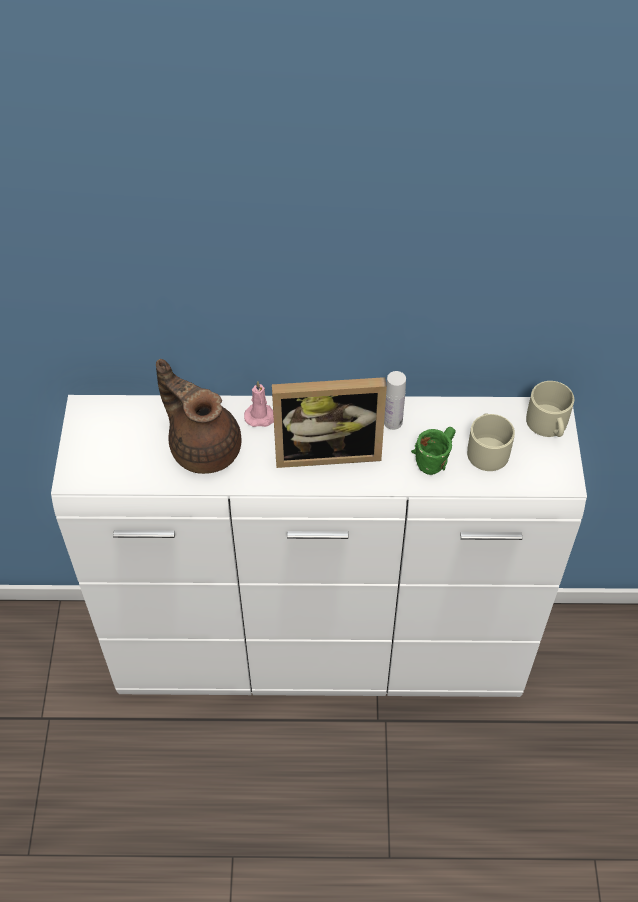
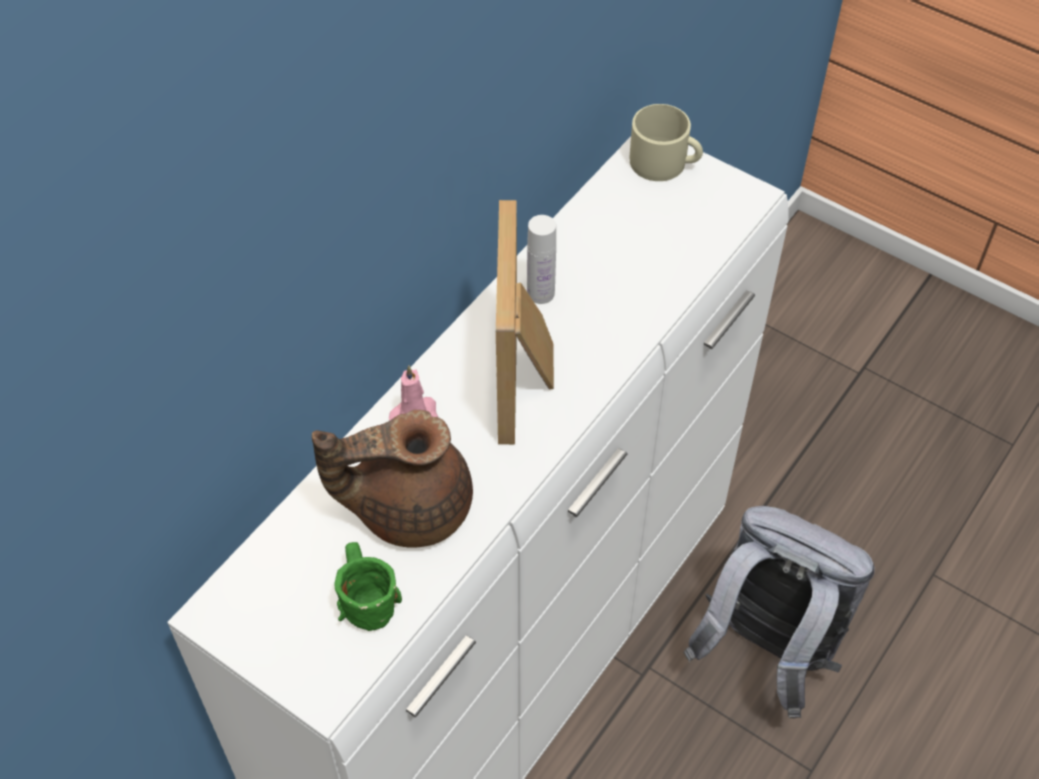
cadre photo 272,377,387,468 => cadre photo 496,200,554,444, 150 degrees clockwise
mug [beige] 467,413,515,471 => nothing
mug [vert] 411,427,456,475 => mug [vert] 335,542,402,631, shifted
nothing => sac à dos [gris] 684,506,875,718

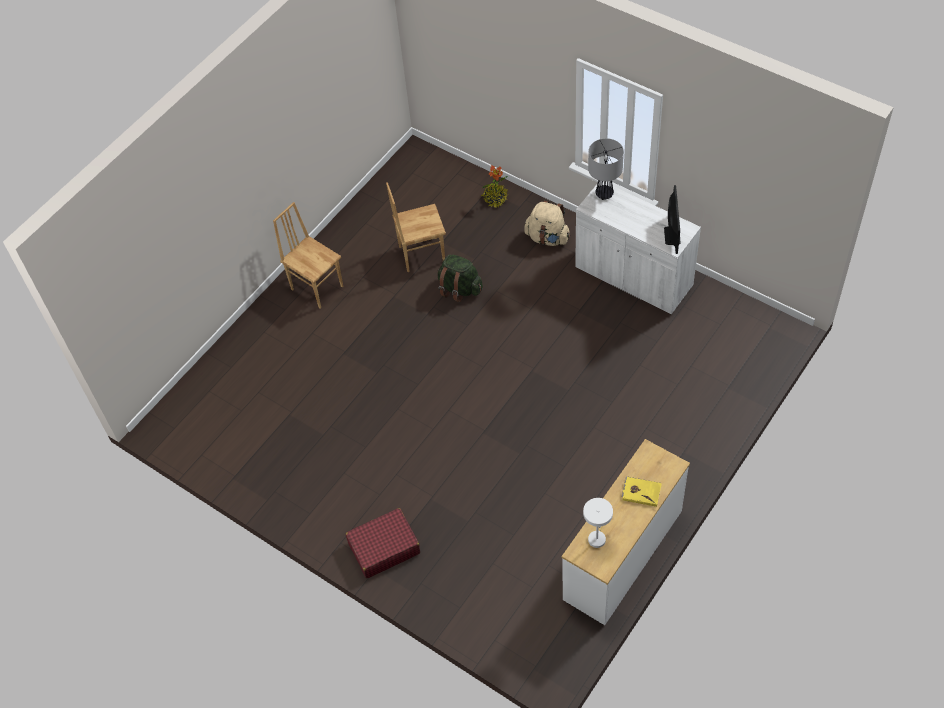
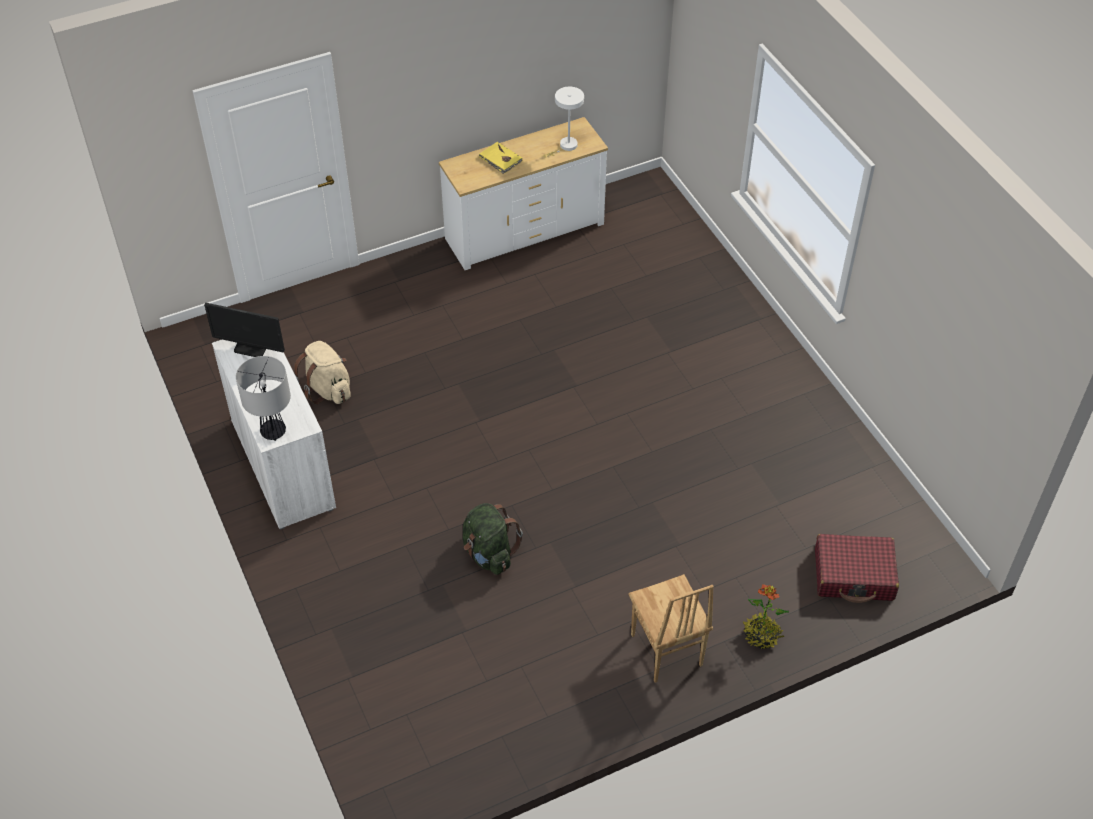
plante en pot 481,165,508,208 => plante en pot 743,584,789,649, shifted
chaise [marron] 386,182,446,272 => nothing
écran d'ordinateur 664,185,681,254 => écran d'ordinateur 204,303,285,357, 105 degrees counterclockwise
sac à dos [beige] 524,200,570,246 => sac à dos [beige] 294,341,351,404, shifted
valise [rouge] 345,508,420,578 => valise [rouge] 815,534,899,603, shifted

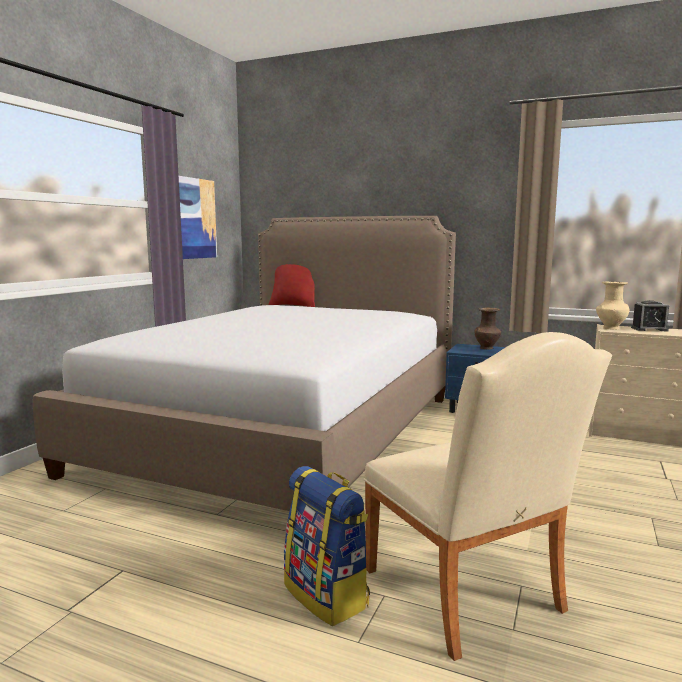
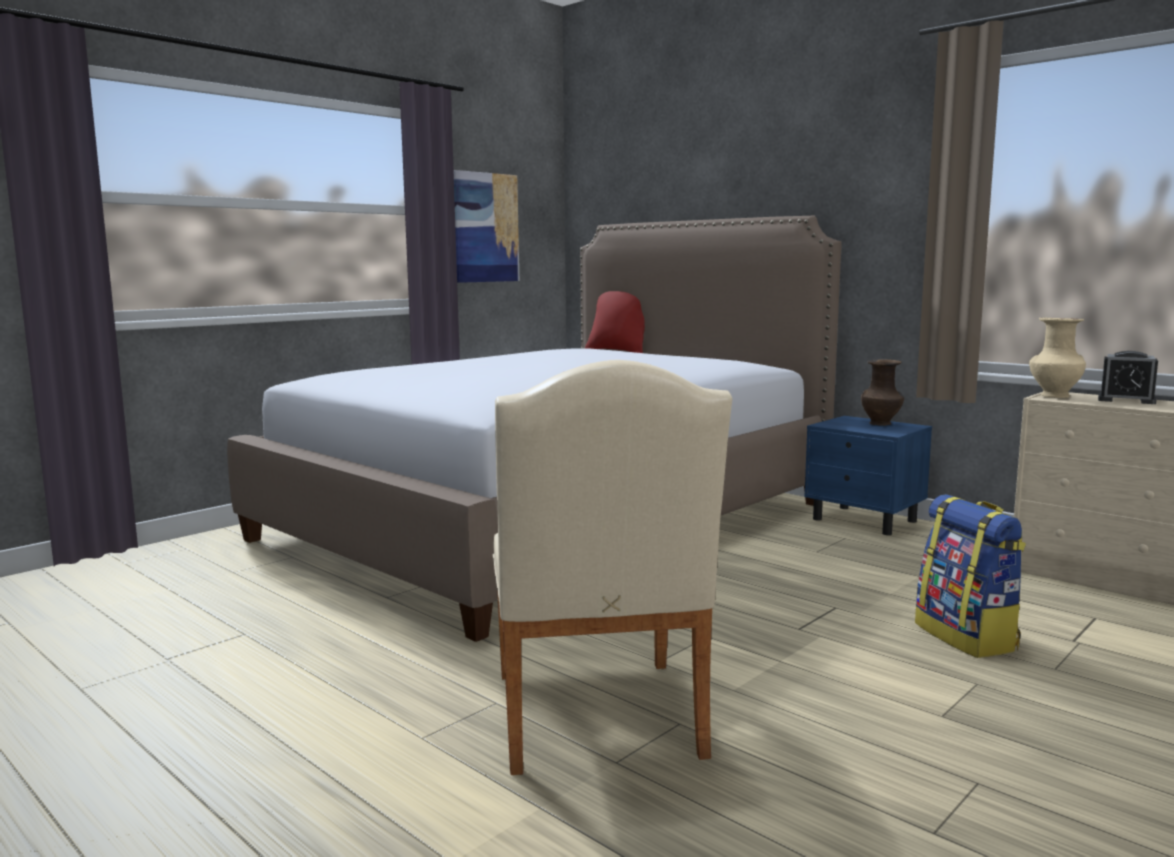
sac à dos 284,466,370,626 => sac à dos 915,494,1026,658, shifted

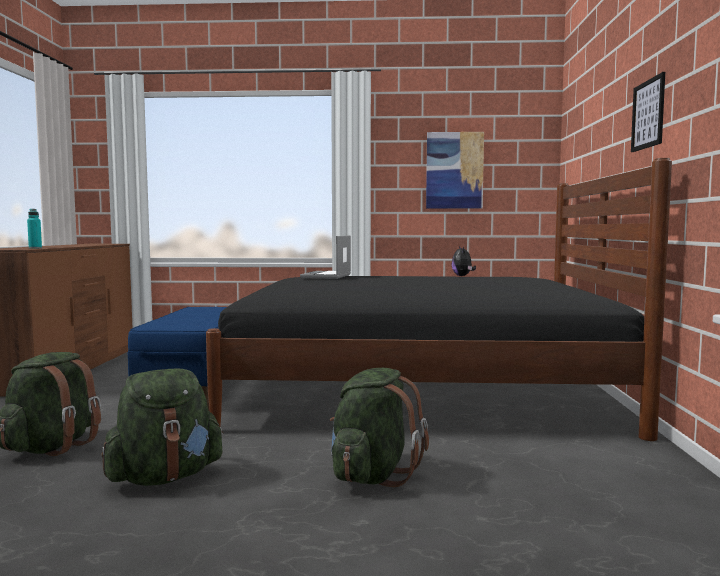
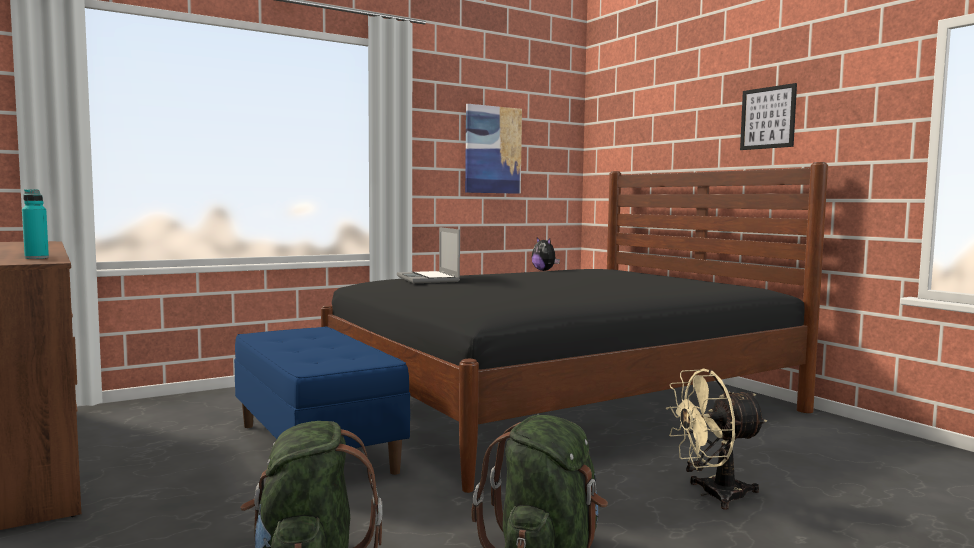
sac à dos [vert] 330,368,429,487 => ventilateur [beige] 665,369,767,510

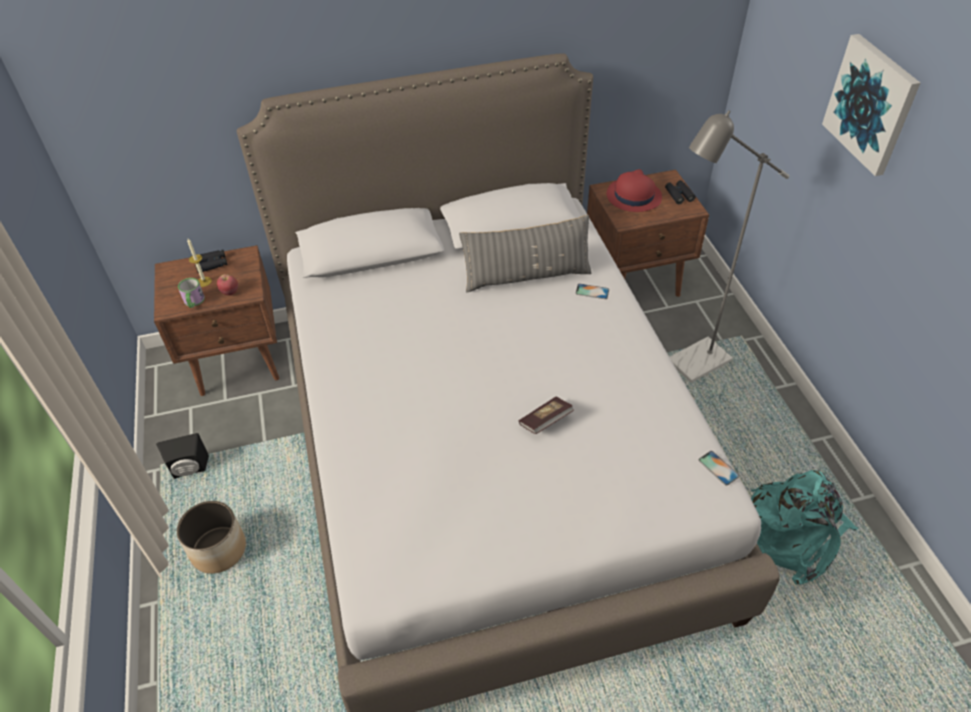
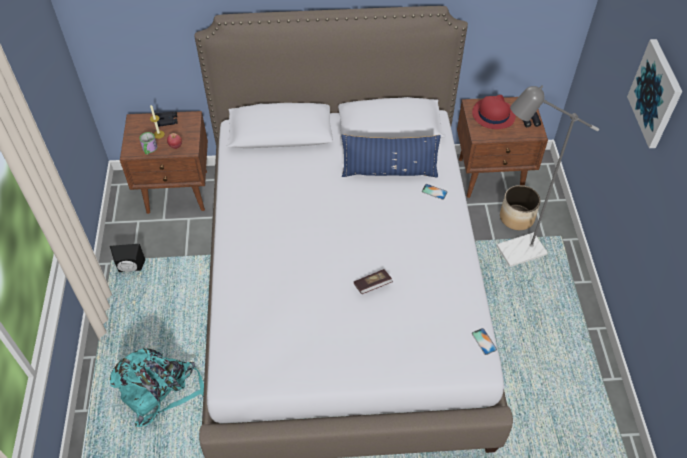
coussin [gris] 459,215,591,292 => coussin [bleu] 342,134,441,177
sac à dos [turquoise] 751,470,858,584 => sac à dos [turquoise] 110,348,204,427, shifted
cache-pot 177,501,246,574 => cache-pot 500,185,541,230, shifted

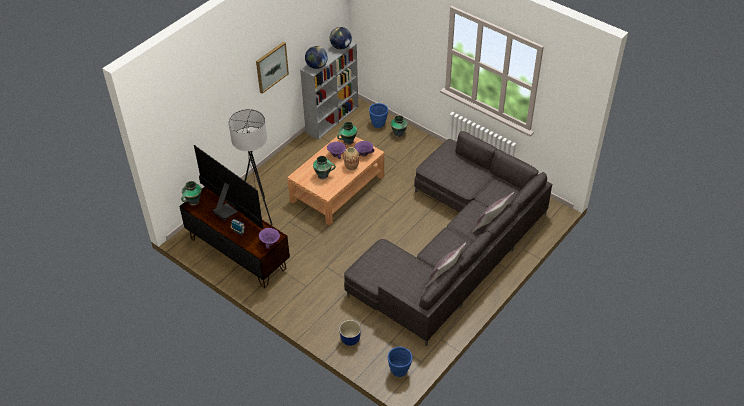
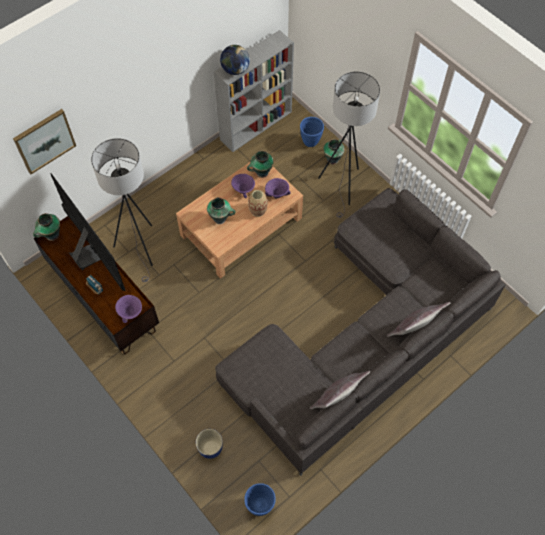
globe 330,27,352,49 => nothing
tableau 256,42,289,94 => tableau 13,109,76,174, shifted
nothing => lampadaire [gris] 318,72,380,218

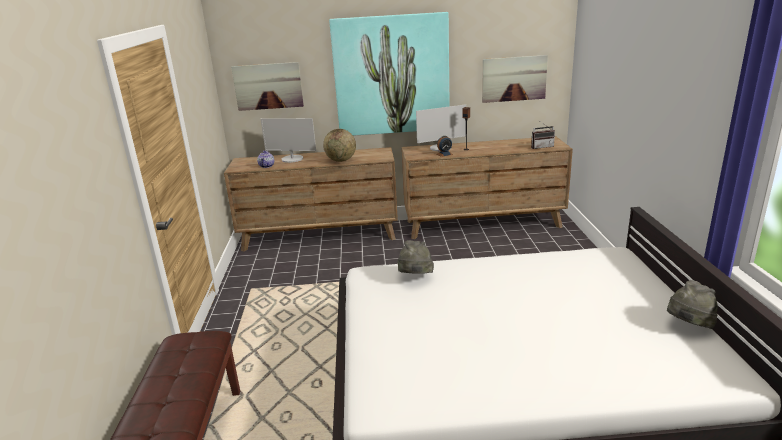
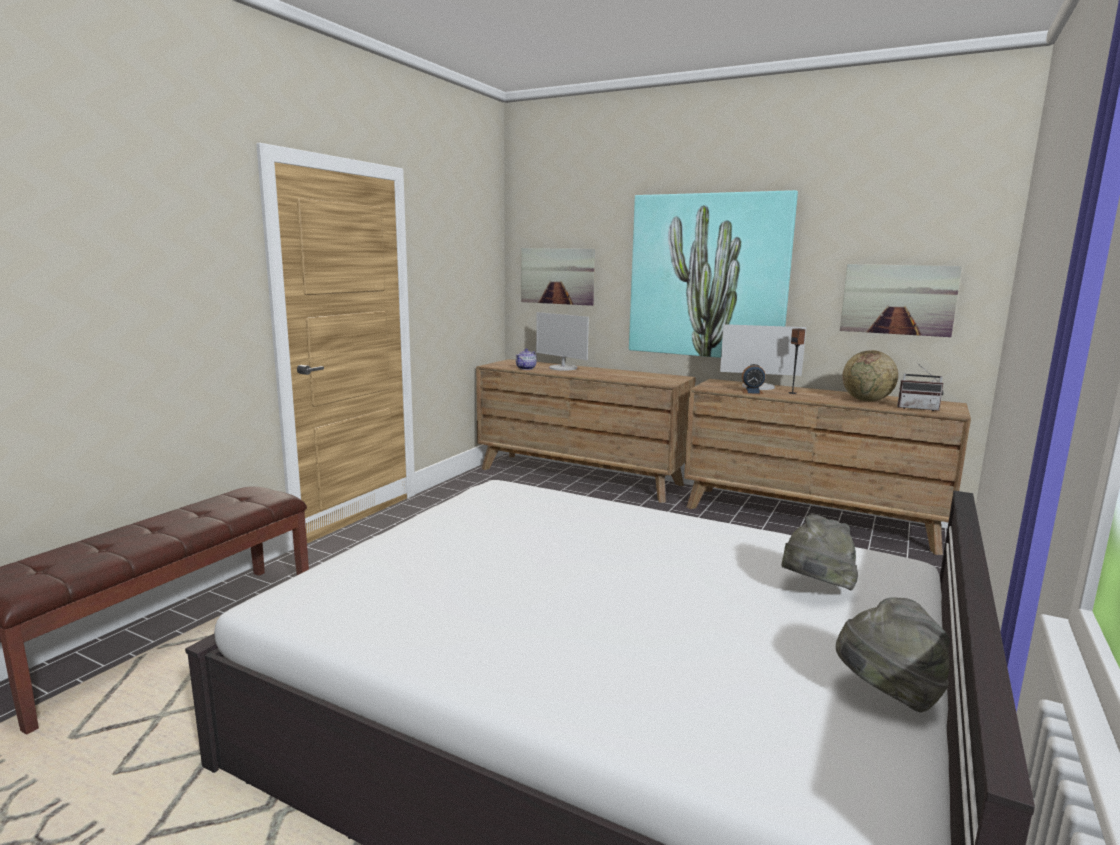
globe 323,129,356,162 => globe 842,350,898,401, shifted
chapeau [gris] 398,240,434,274 => chapeau [gris] 781,514,858,590, shifted

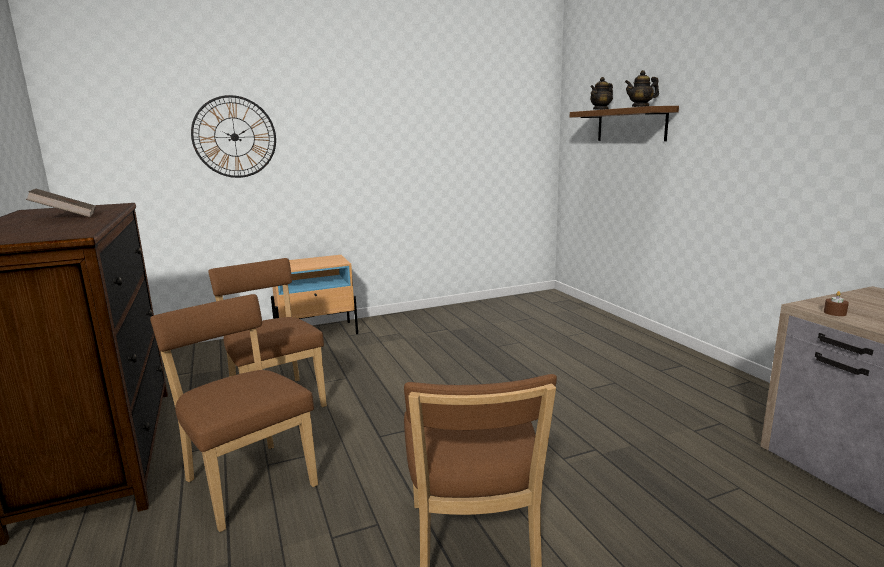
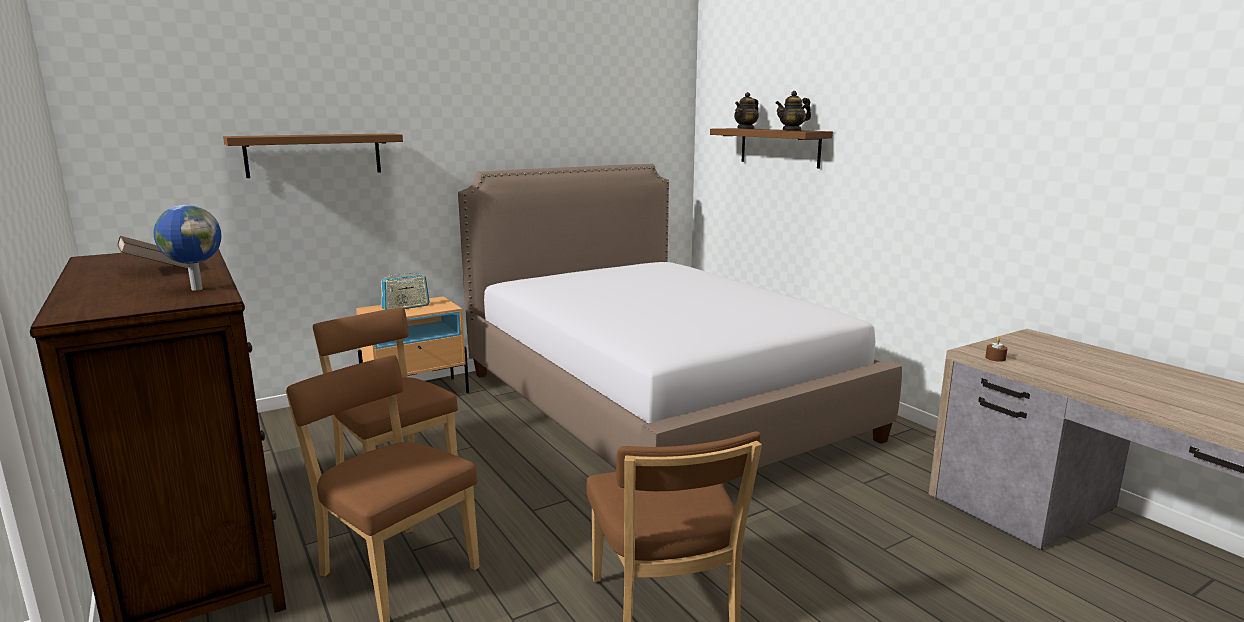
horloge murale 191,95,276,178 => étagère [marron] 223,133,403,178
nothing => lit 458,164,902,469
nothing => globe 154,205,221,291
nothing => radio 381,272,430,310

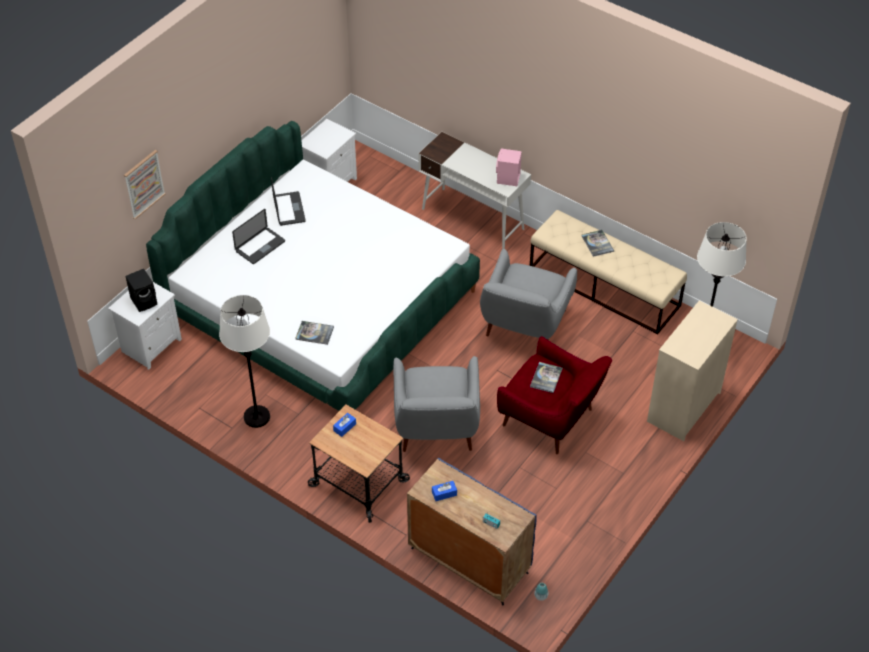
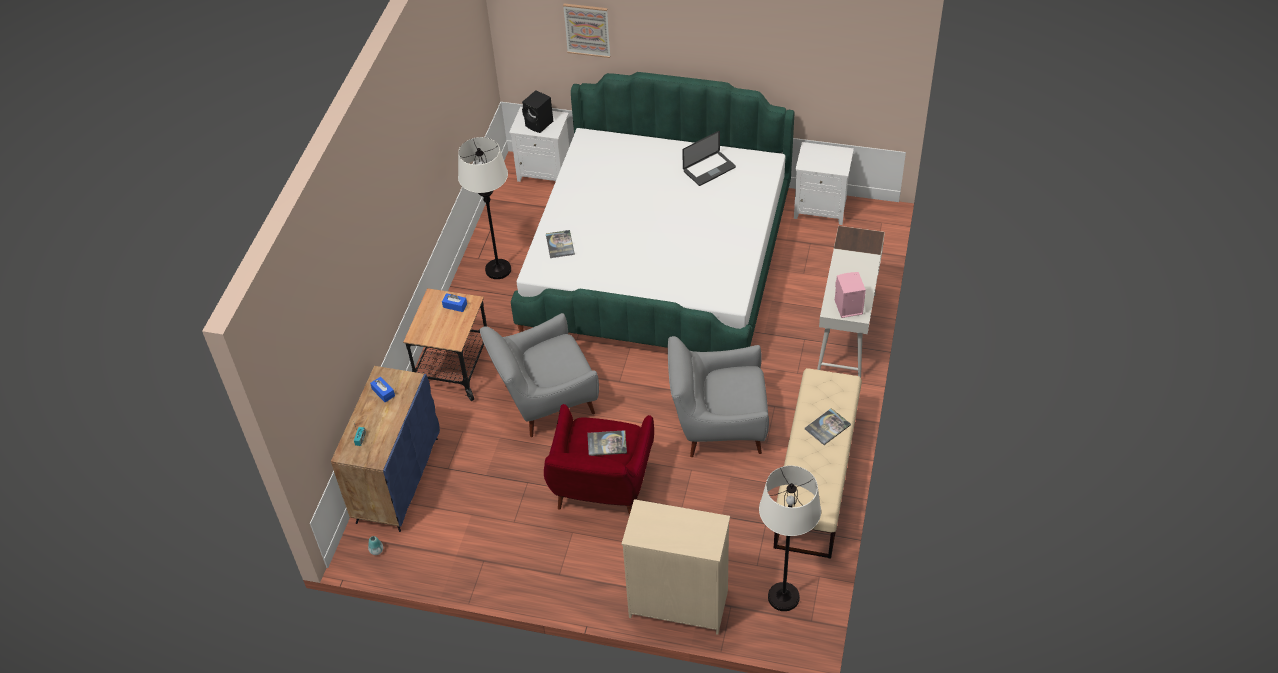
ordinateur portable 232,209,285,264 => nothing

